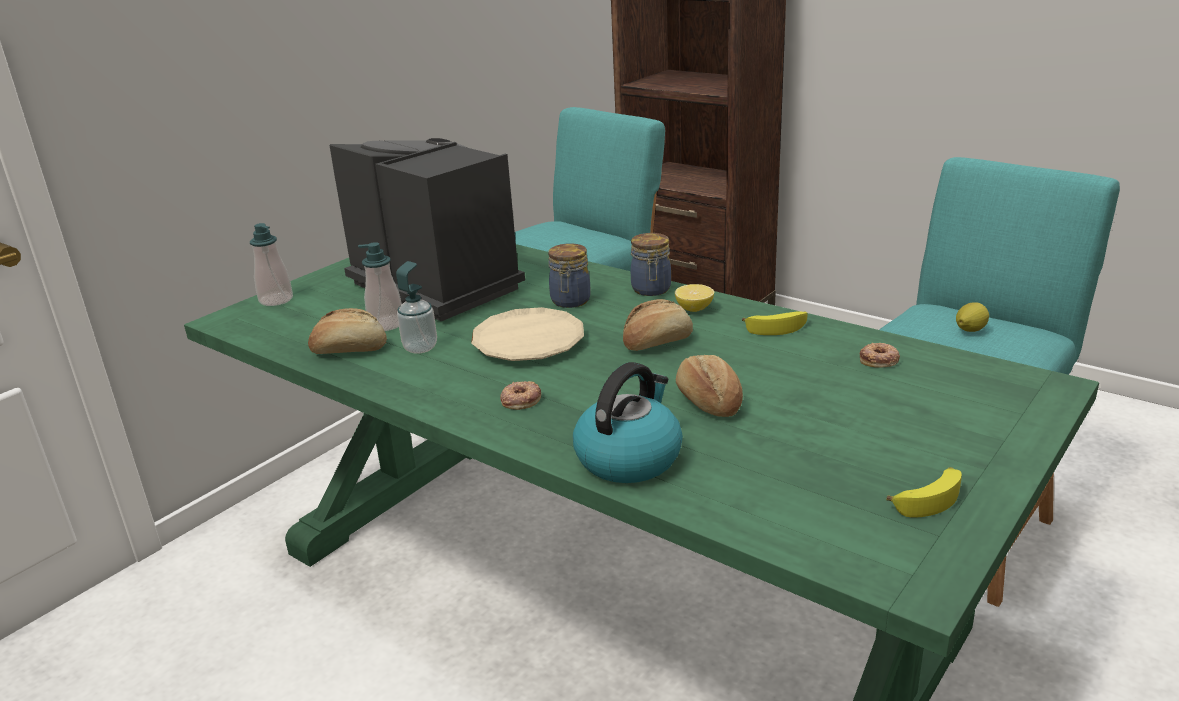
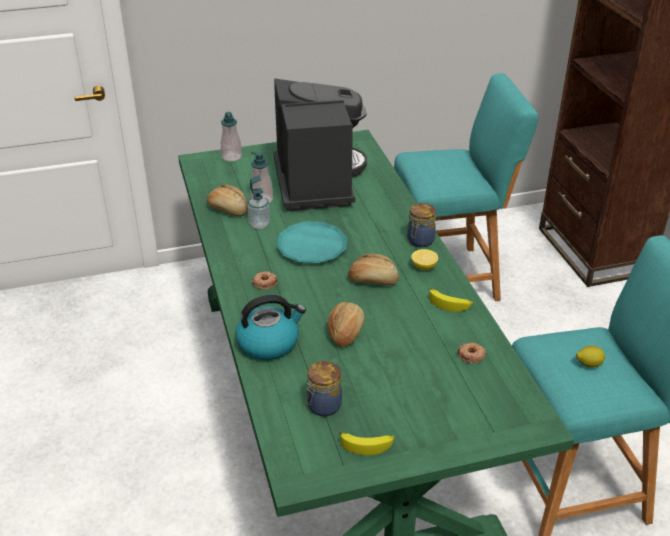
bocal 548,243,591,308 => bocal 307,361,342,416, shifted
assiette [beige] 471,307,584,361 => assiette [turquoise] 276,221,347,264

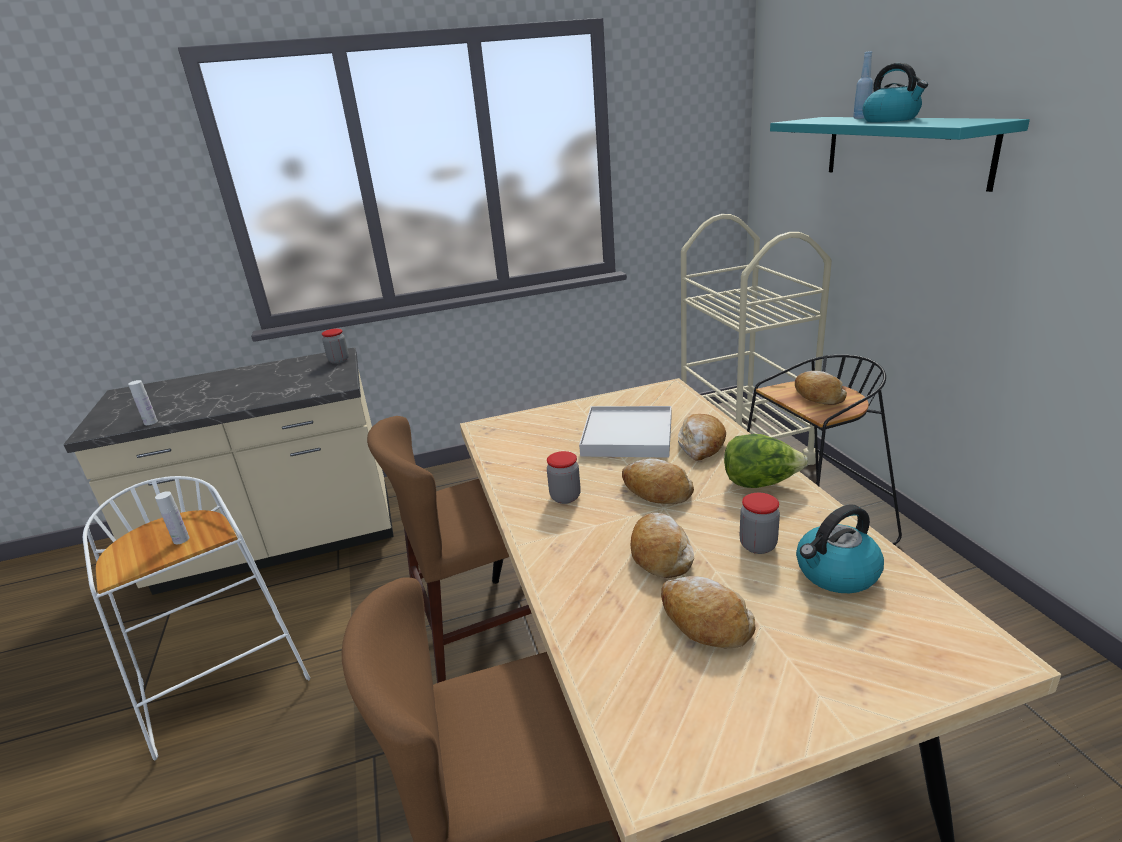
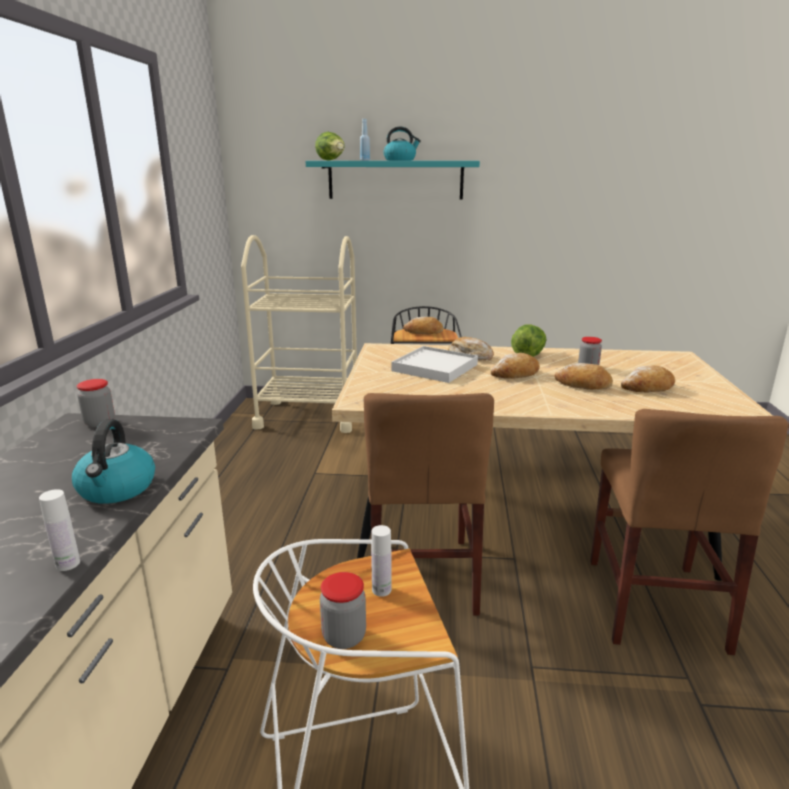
bocal 547,451,581,504 => bocal 320,572,366,649, shifted
bouilloire 796,504,884,593 => bouilloire 72,420,155,504, shifted
nothing => laitue 315,132,345,161

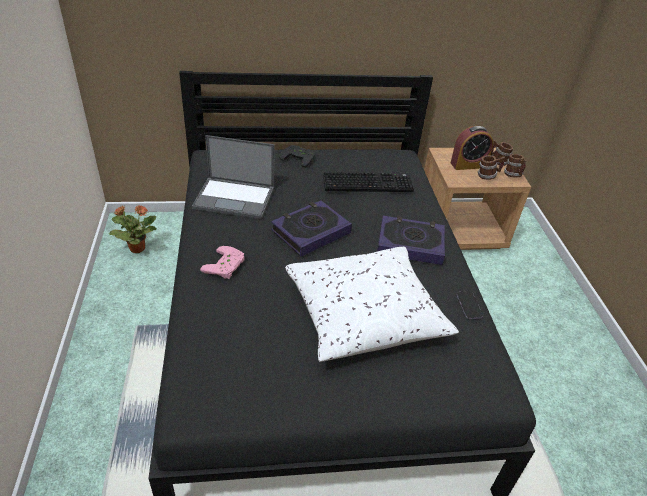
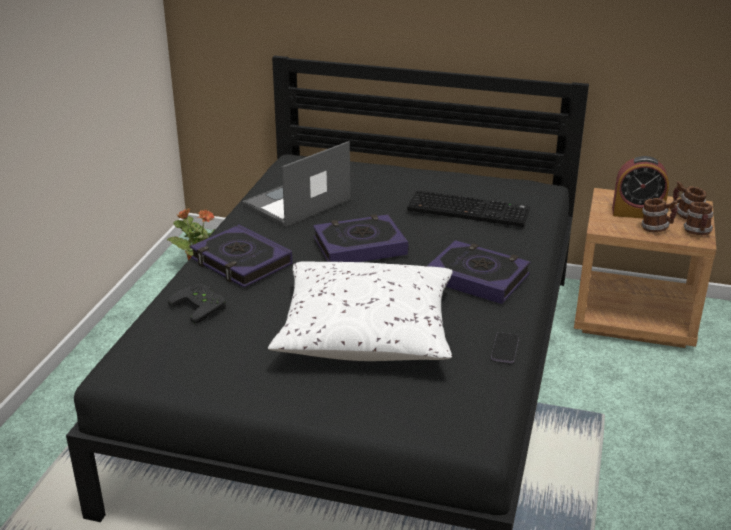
ordinateur portable 192,135,275,219 => ordinateur portable 242,141,350,228, 105 degrees clockwise
manette [noir] 280,145,315,168 => manette [noir] 168,284,226,324, shifted
manette [rose] 200,246,245,279 => livre 190,225,293,288

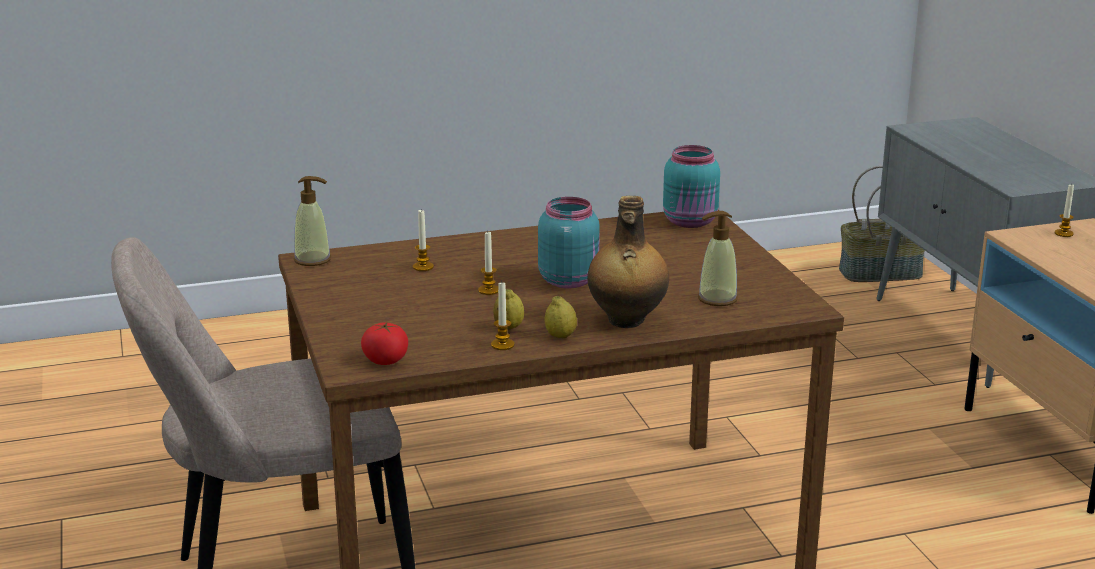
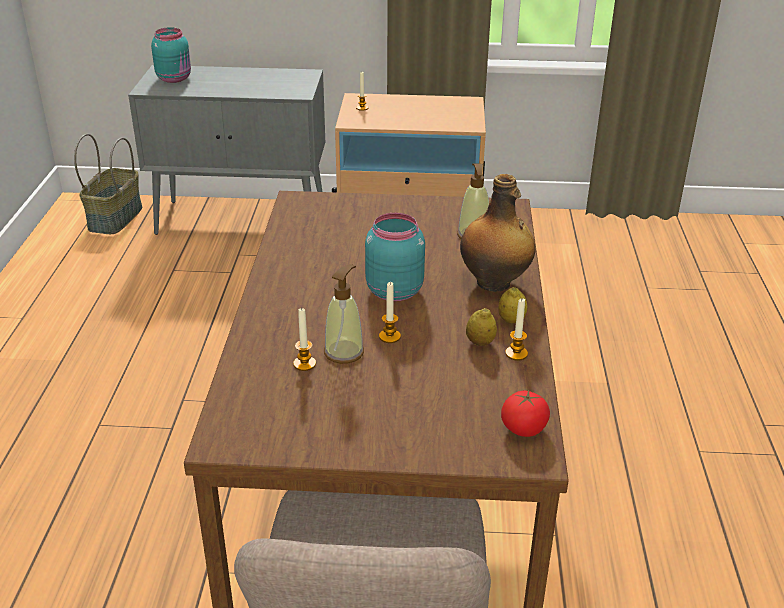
bocal [turquoise] 663,145,720,228 => bocal [turquoise] 151,27,191,83, shifted
distributeur de savon 294,176,331,266 => distributeur de savon 324,265,364,364, shifted

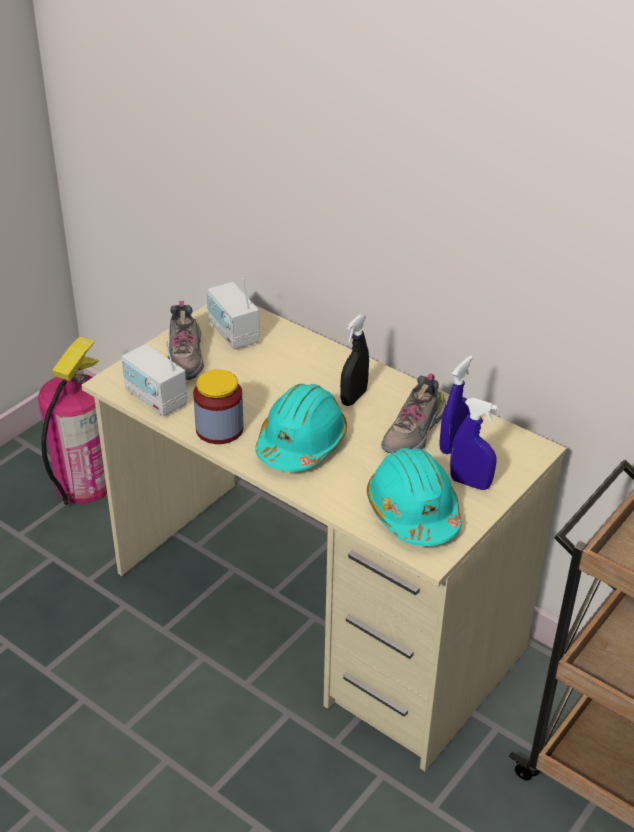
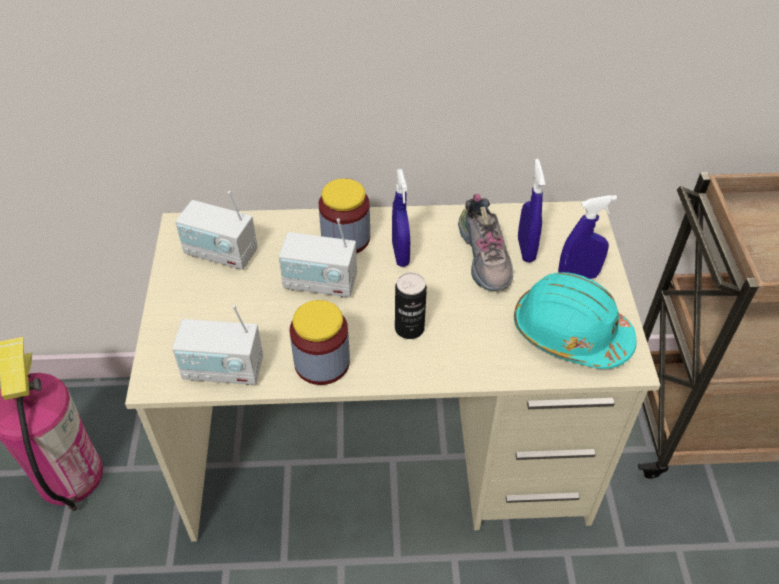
chaussure 168,301,204,380 => nothing
vaporisateur [noir] 340,314,369,406 => vaporisateur [bleu] 392,169,410,267
casque de chantier [turquoise] 255,384,347,471 => boîte métallique 395,272,427,339
nothing => bocal 319,178,370,254
nothing => radio 279,218,357,298

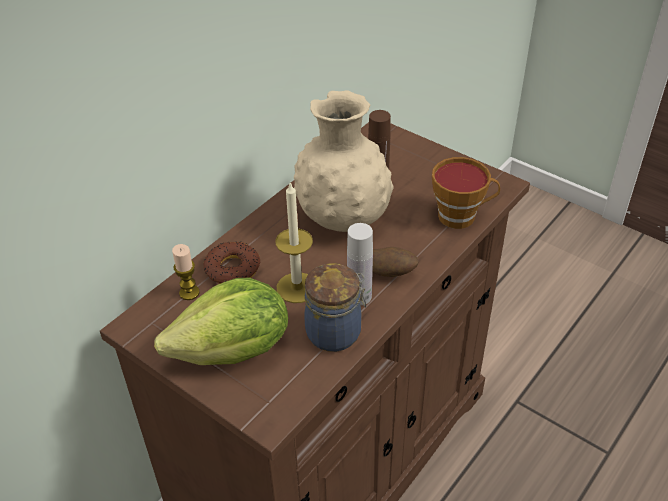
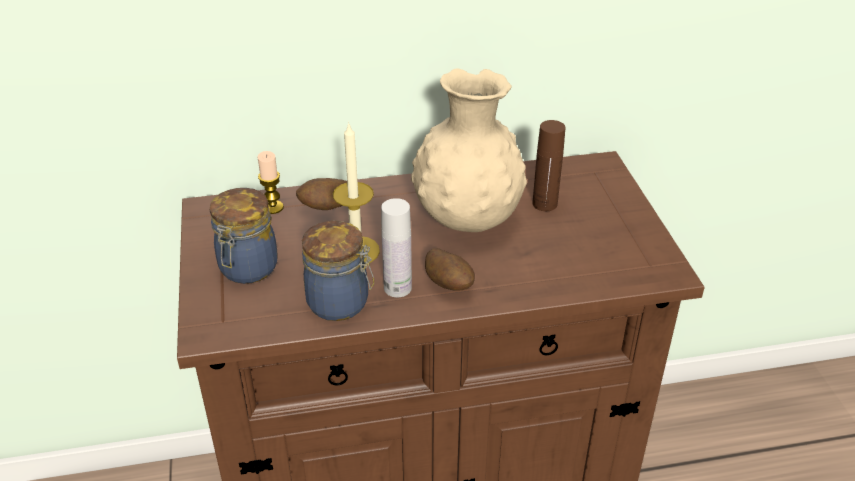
tasse 432,157,500,229 => nothing
beignet 204,242,260,284 => pomme de terre 296,178,347,210
laitue 154,277,288,365 => bocal 210,188,278,284

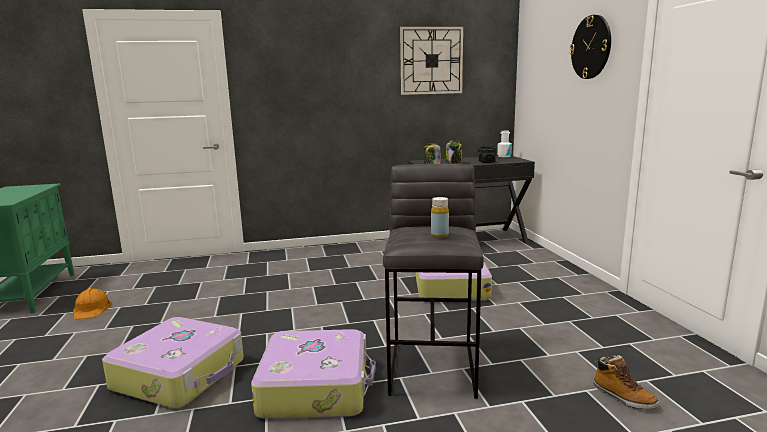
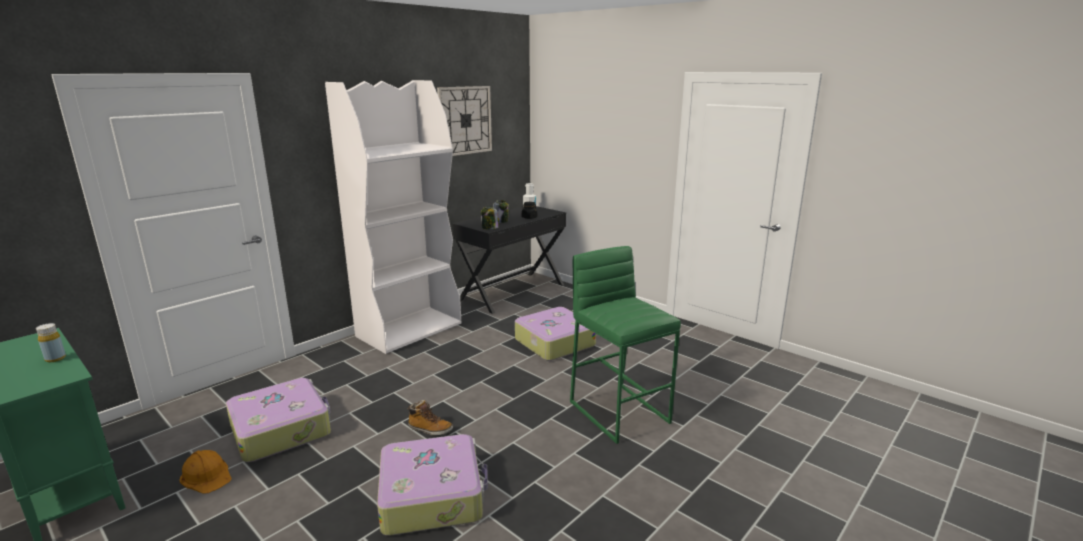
horloge murale 570,15,611,79 => nothing
tabouret [gris] 383,164,484,399 => tabouret [vert] 570,246,681,444
bouteille [jaune] 431,197,449,238 => bouteille [jaune] 36,323,66,362, shifted
valise 251,329,376,419 => valise 226,378,331,462, shifted
botte 594,355,659,409 => botte 407,400,453,436, shifted
nothing => bibliothèque [blanc] 325,80,461,354

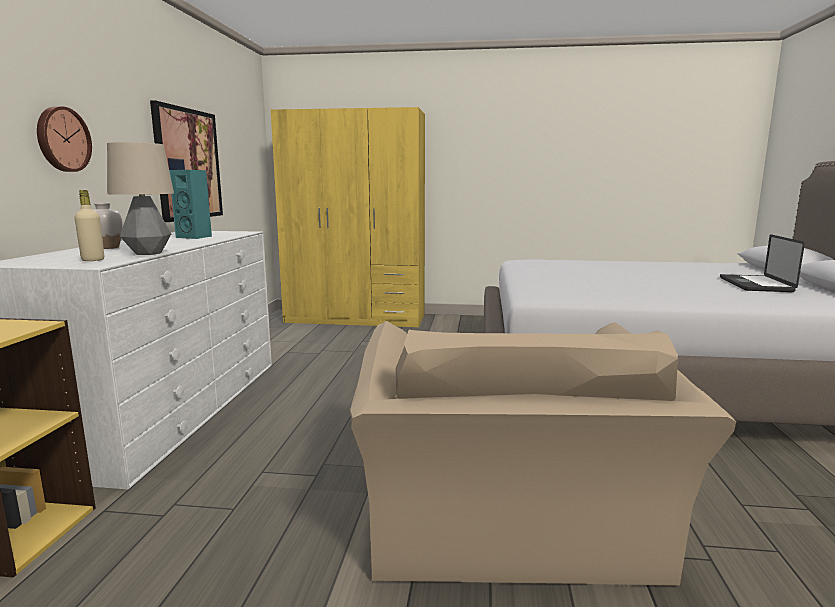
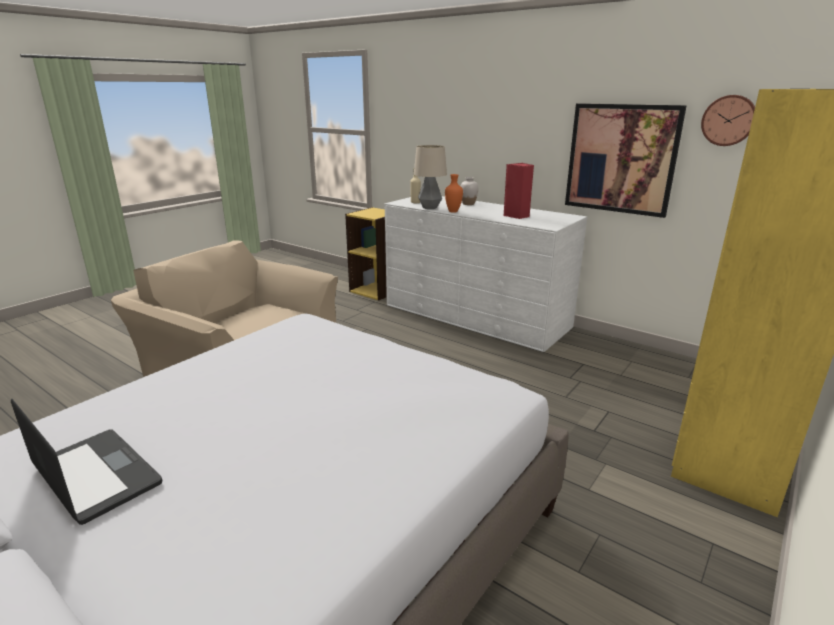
horloge murale 37,106,92,172 => horloge murale 701,95,755,146, shifted
enceinte [turquoise] 169,170,212,239 => enceinte [rouge] 504,163,534,219
nothing => vase [orange] 445,174,463,213

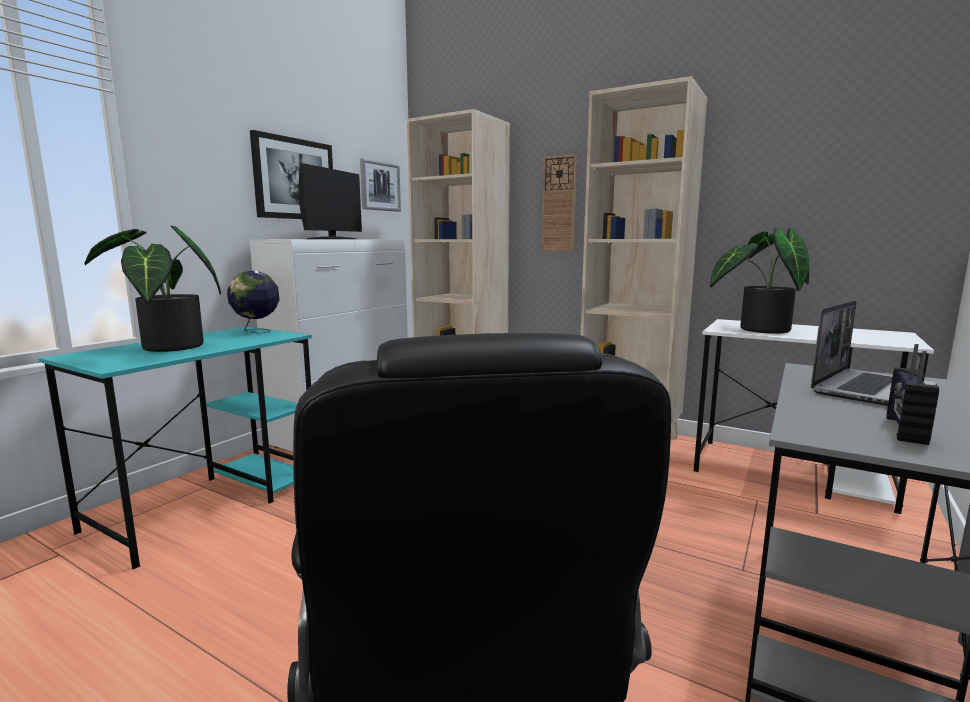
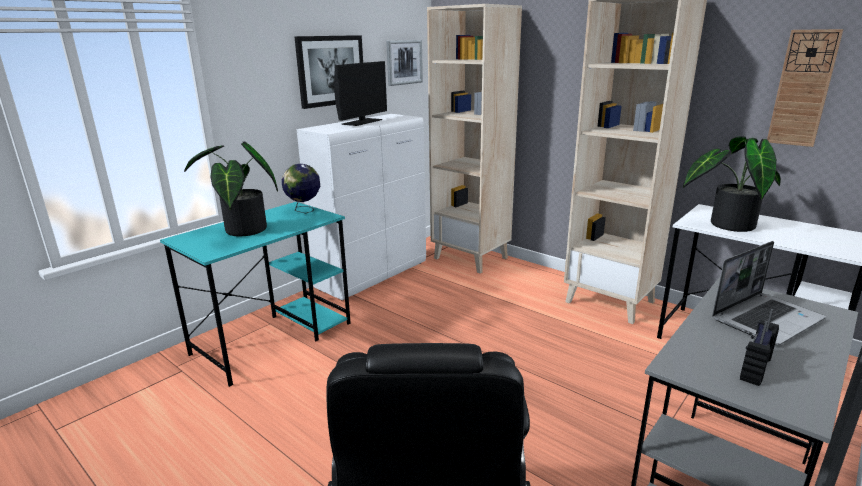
horloge murale 542,154,577,251 => horloge murale 767,29,844,147, shifted

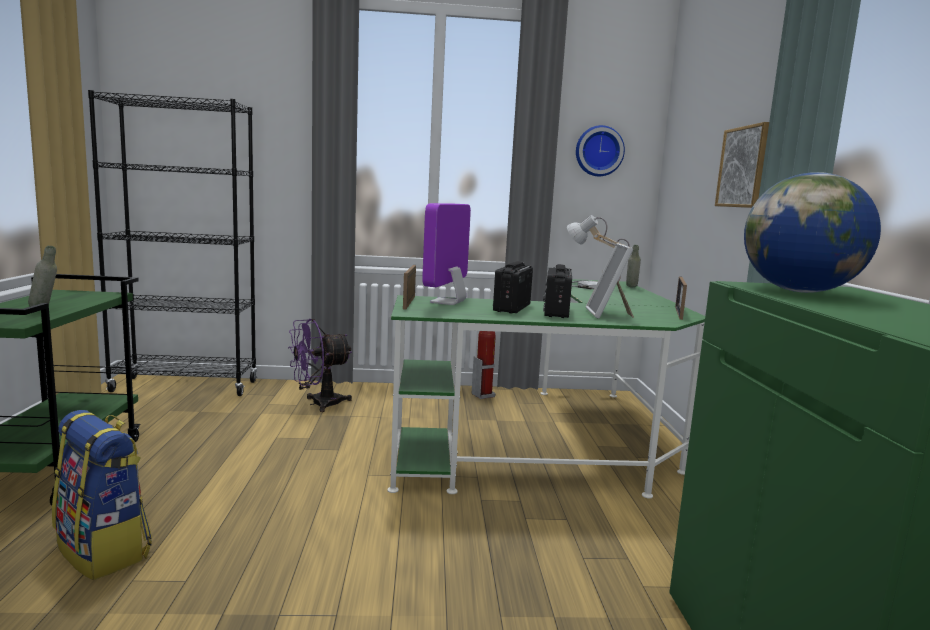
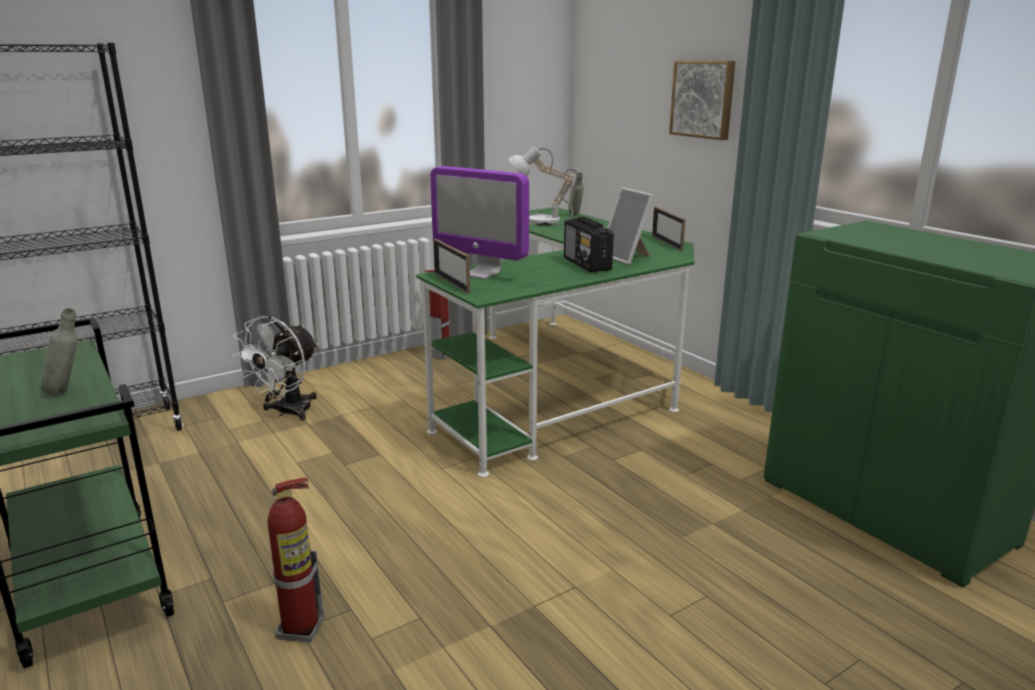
horloge murale 576,125,625,176 => nothing
globe 744,172,881,293 => nothing
écran d'ordinateur 422,203,471,305 => écran d'ordinateur 430,166,529,279, 45 degrees counterclockwise
radio 493,261,533,314 => nothing
ventilateur [violet] 288,319,352,412 => ventilateur [blanc] 232,316,318,421
sac à dos 52,410,152,580 => extincteur 267,477,324,643

